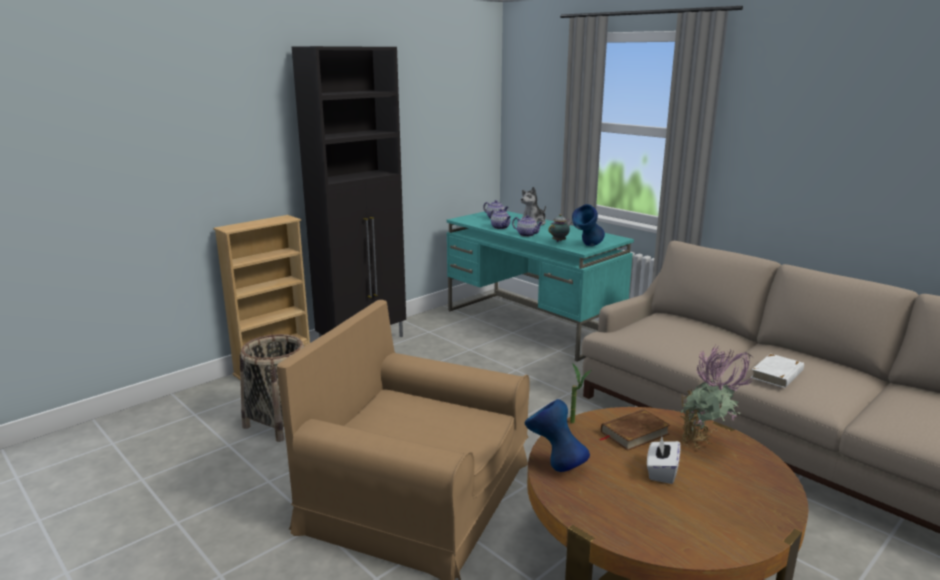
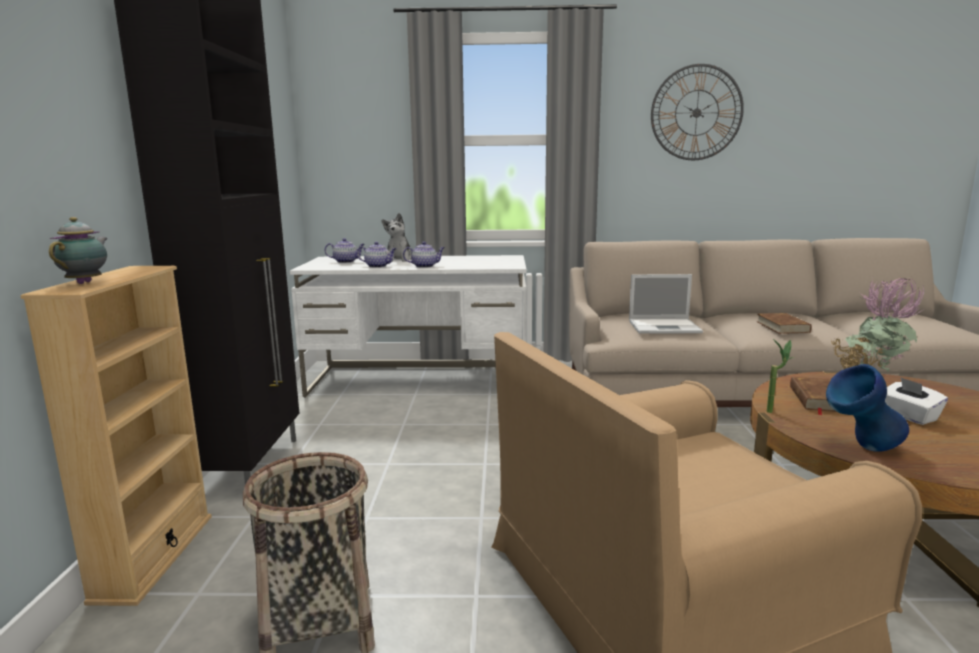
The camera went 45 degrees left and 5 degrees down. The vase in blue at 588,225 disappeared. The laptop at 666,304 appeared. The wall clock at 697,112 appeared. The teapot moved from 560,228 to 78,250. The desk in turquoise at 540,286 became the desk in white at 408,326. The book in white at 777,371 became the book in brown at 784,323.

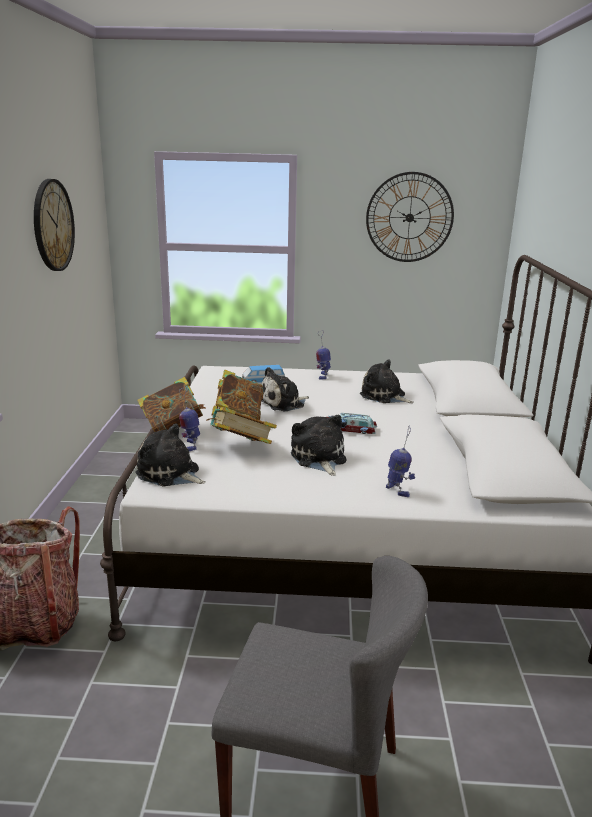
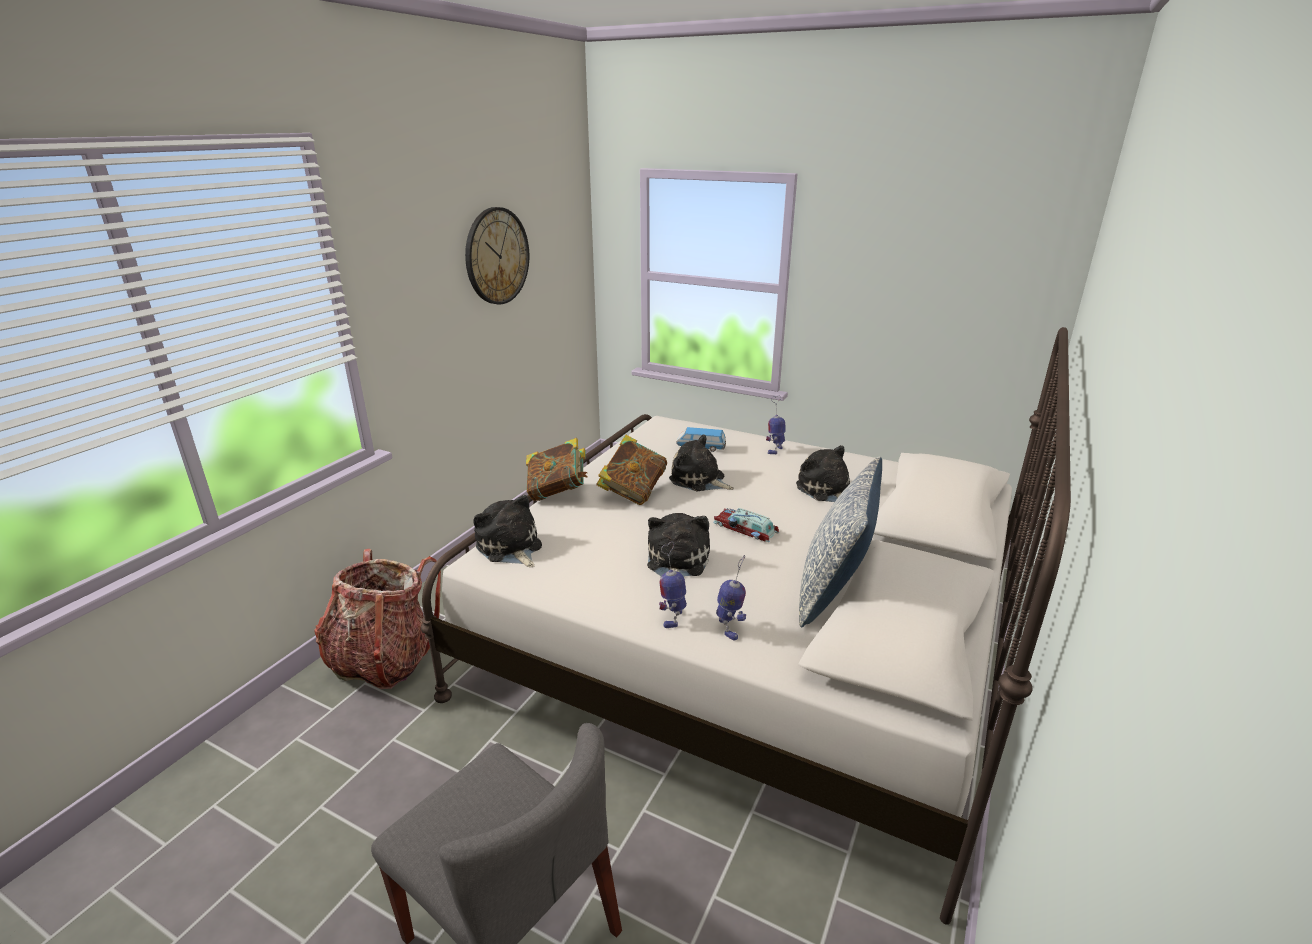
The camera went 25 degrees right and 5 degrees up. The book at 241,425 disappeared. The wall clock at 410,217 disappeared. The pillow at 840,541 appeared. The toy robot moved from 189,418 to 673,585. The plush toy at 285,389 turned 45 degrees clockwise.

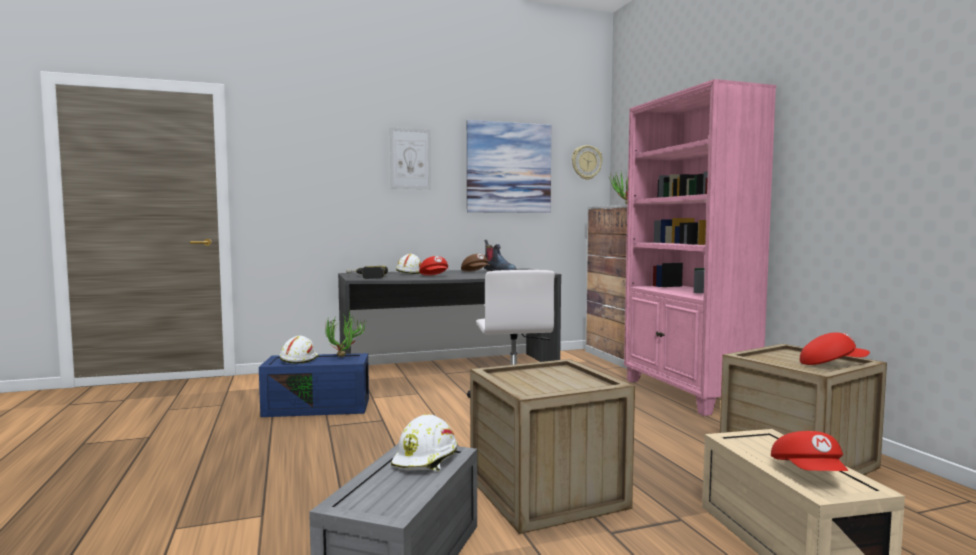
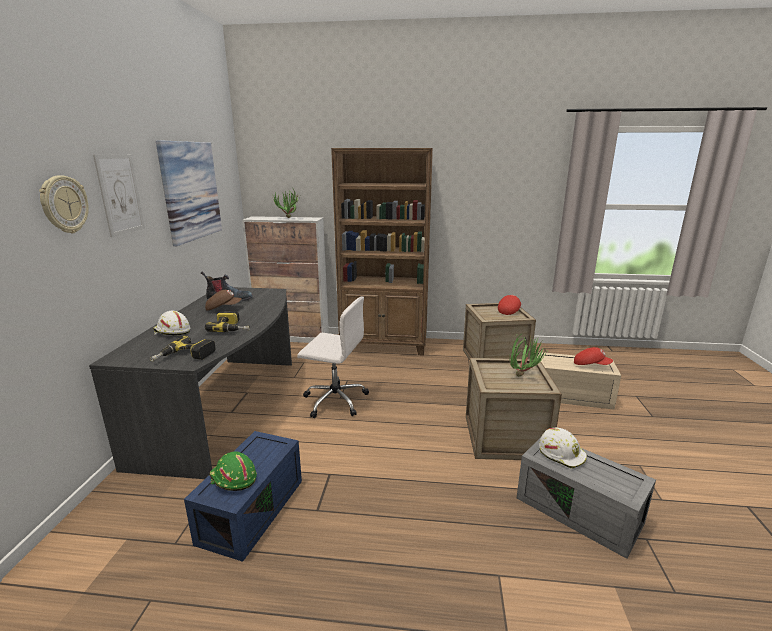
The camera went 65 degrees left and 15 degrees up. The potted plant moved from 345,334 to 528,355. The wall clock moved from 587,162 to 64,204. The cap in red at 434,266 was replaced by the power drill at 227,321. The hard hat in white at 299,350 became the hard hat in green at 233,471. The bookcase in pink at 700,247 became the bookcase in brown at 382,252.

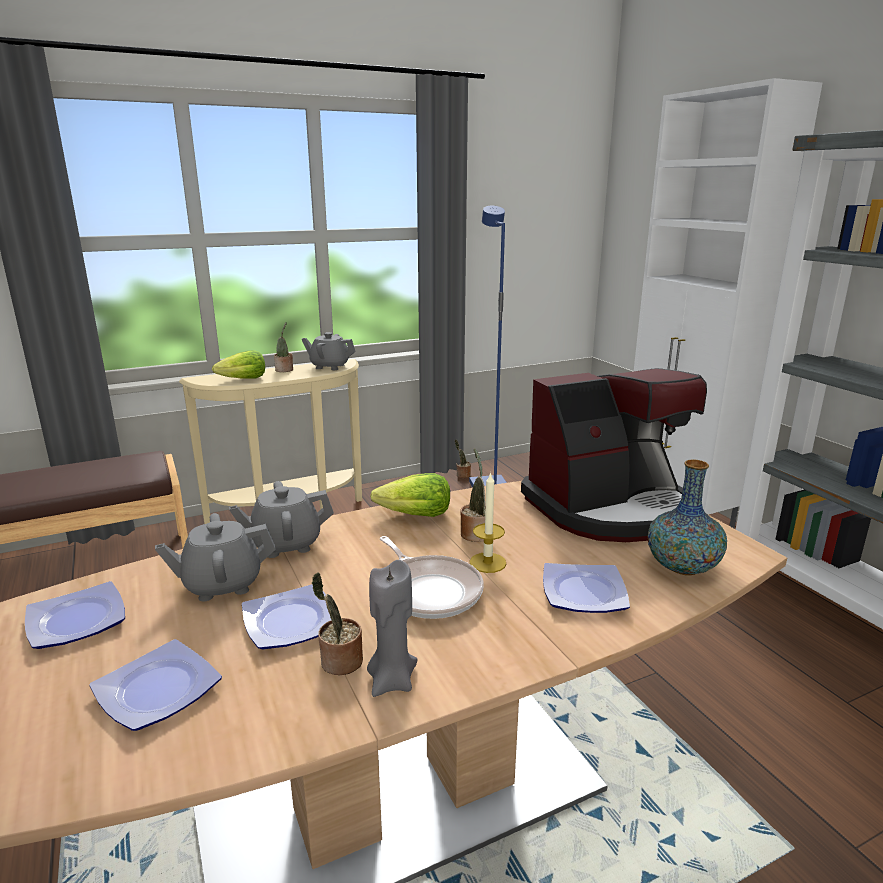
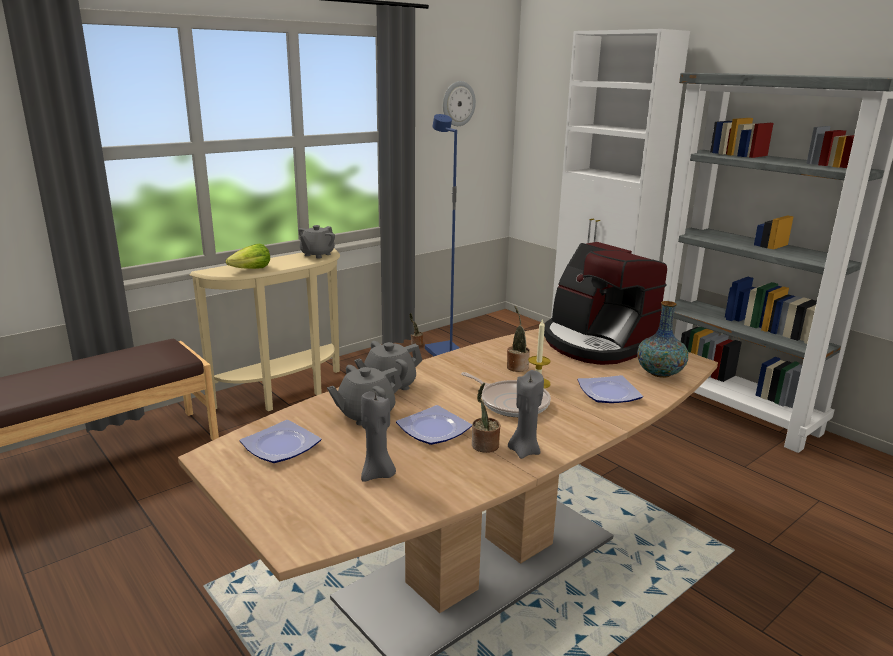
The camera went 15 degrees left and 0 degrees up. The potted plant at 283,347 disappeared. The lettuce at 410,495 disappeared. The wall clock at 459,103 appeared. The plate at 155,685 was replaced by the candle in grey at 378,436. The teapot in grey at 328,351 turned 60 degrees counterclockwise. The coffee machine at 614,455 turned 90 degrees clockwise.

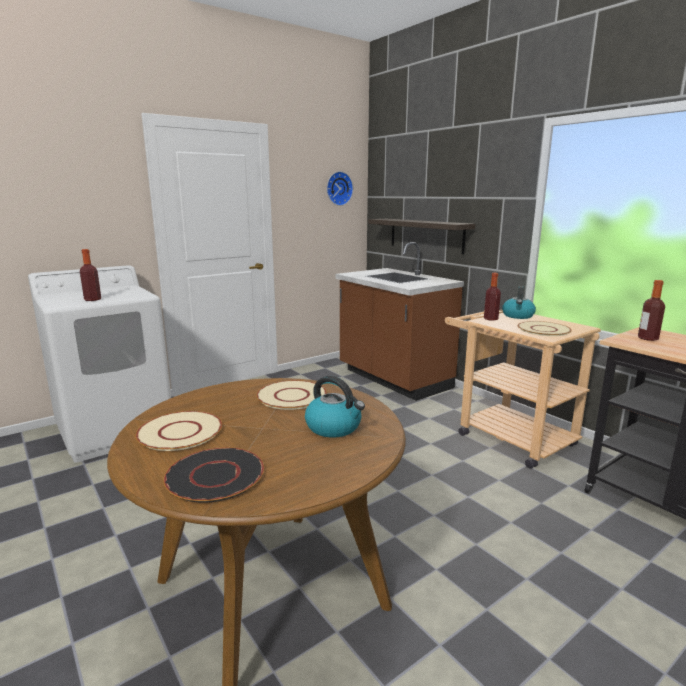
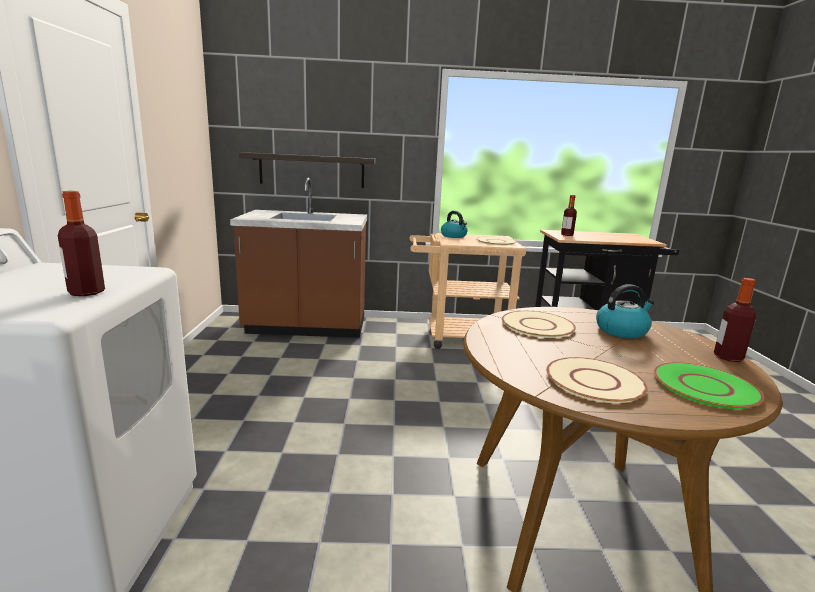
The camera went 55 degrees left and 0 degrees up. The wall clock at 340,188 disappeared. The bottle moved from 492,297 to 735,320. The plate in black at 214,475 became the plate in green at 709,385.

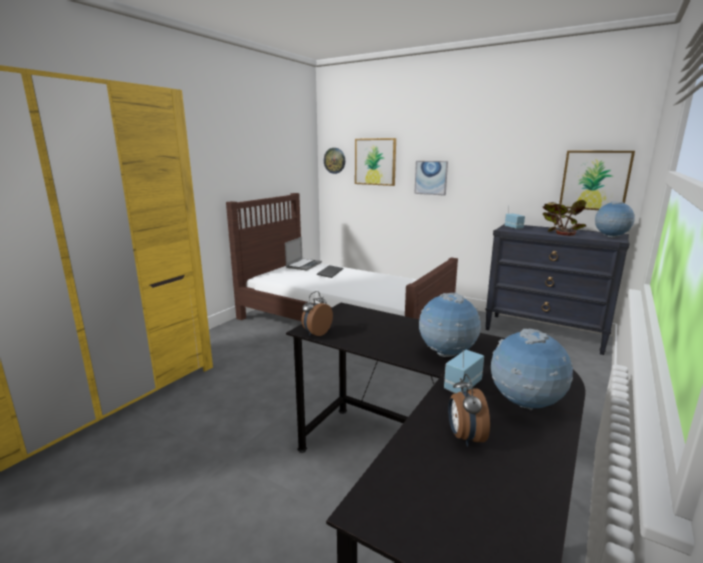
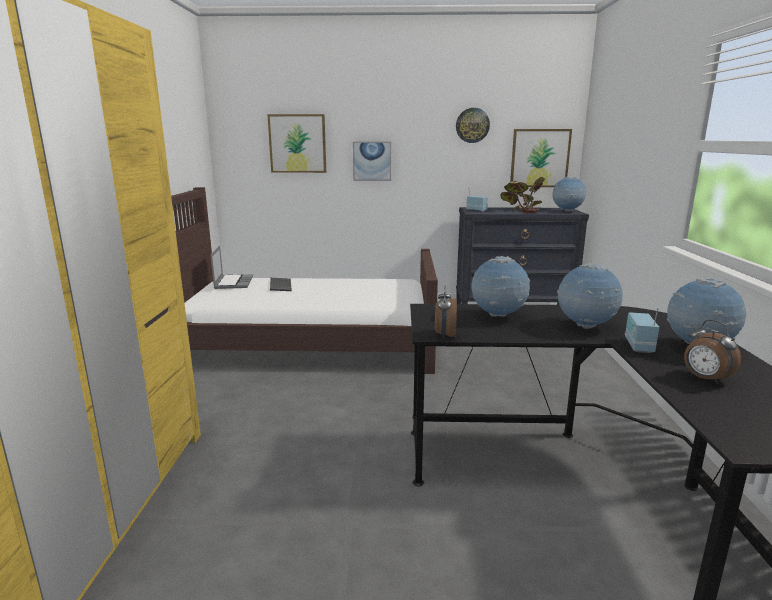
The camera went 30 degrees left and 0 degrees up. The globe at 500,286 appeared. The wall clock moved from 334,161 to 473,125.

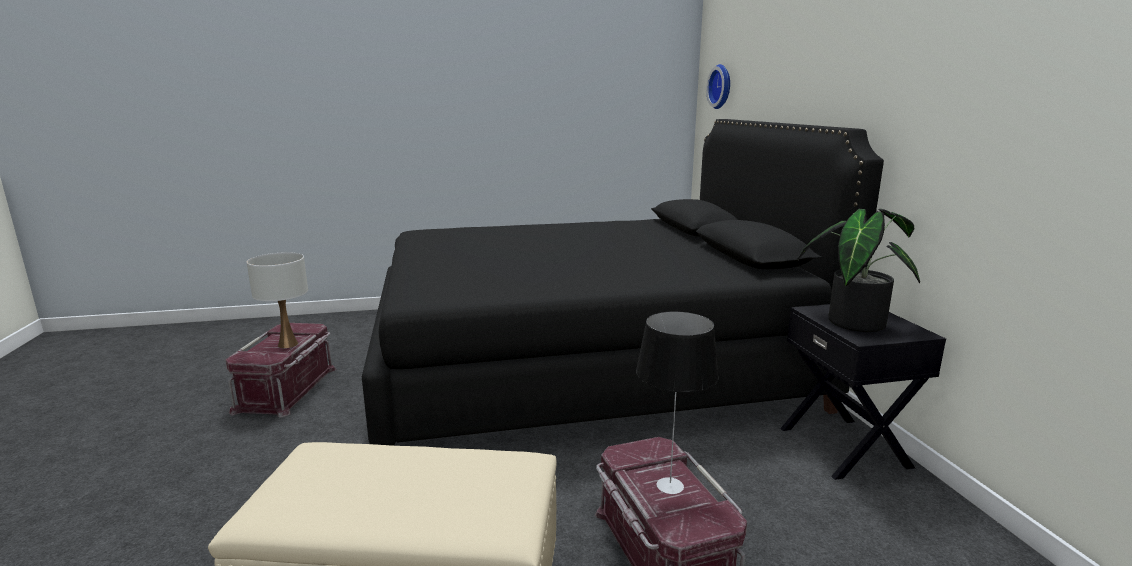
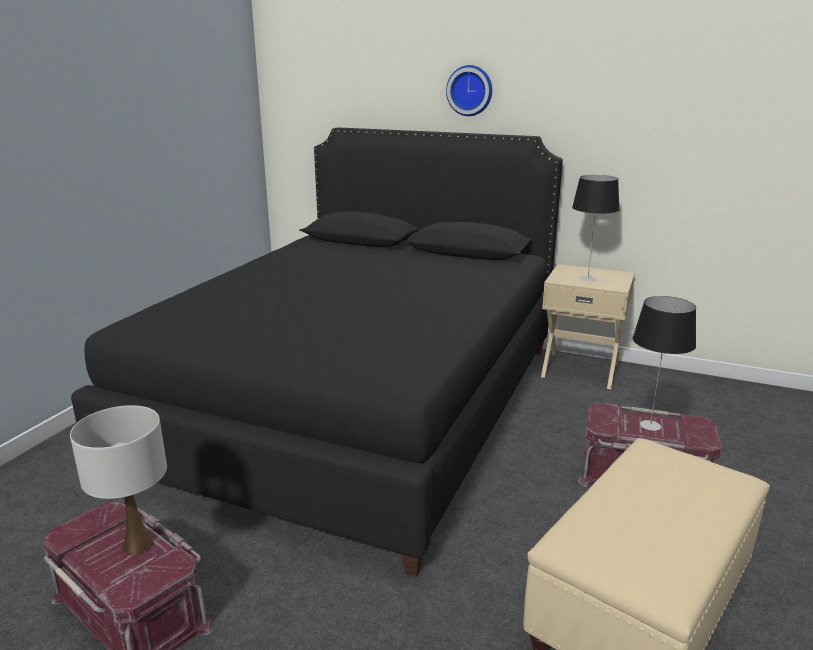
The camera went 55 degrees left and 5 degrees up. The wall clock moved from 718,86 to 469,90. The potted plant at 858,270 was replaced by the table lamp at 595,228. The nightstand in black at 863,392 became the nightstand in beige at 588,326.

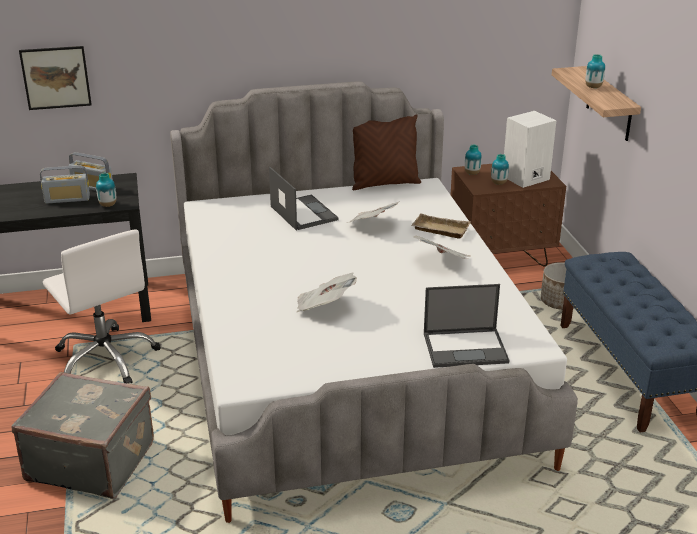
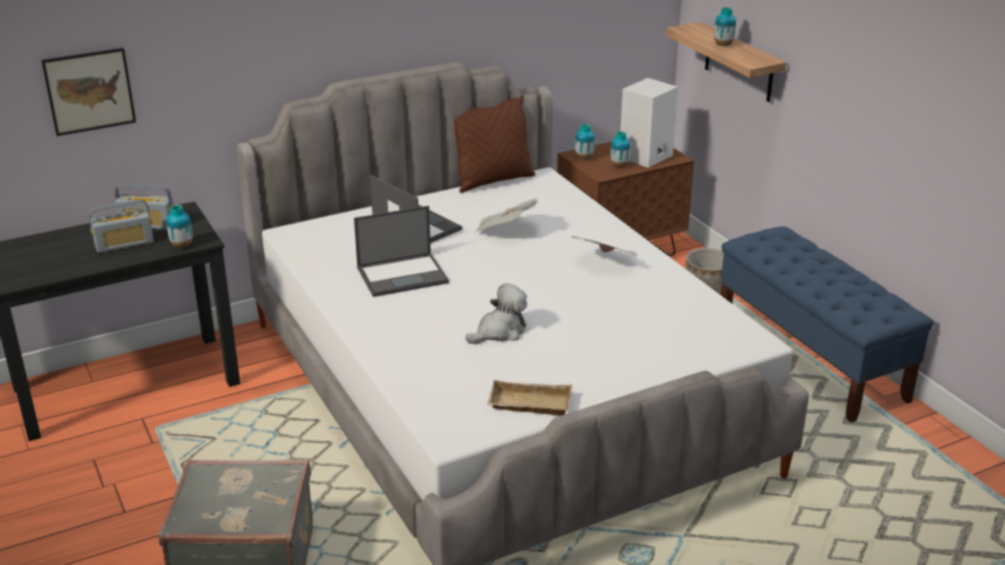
The camera went 15 degrees left and 0 degrees up. The office chair in white at 102,306 disappeared. The tray in beige moved from 441,226 to 529,398. The laptop moved from 467,326 to 401,251. The newspaper at 327,292 was replaced by the plush toy at 496,313.

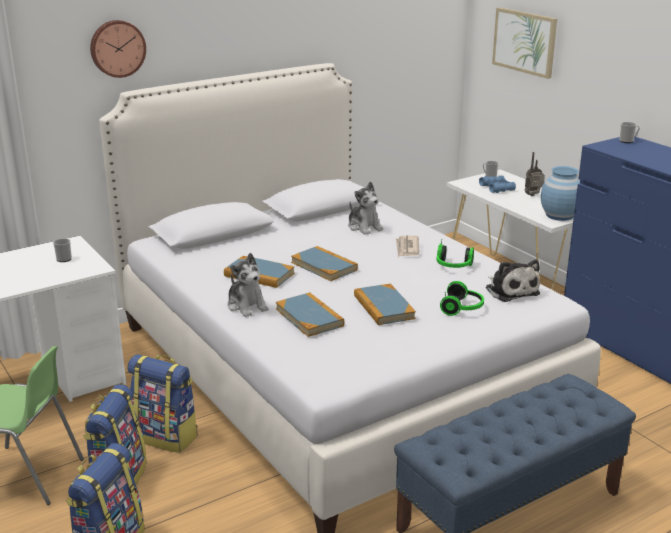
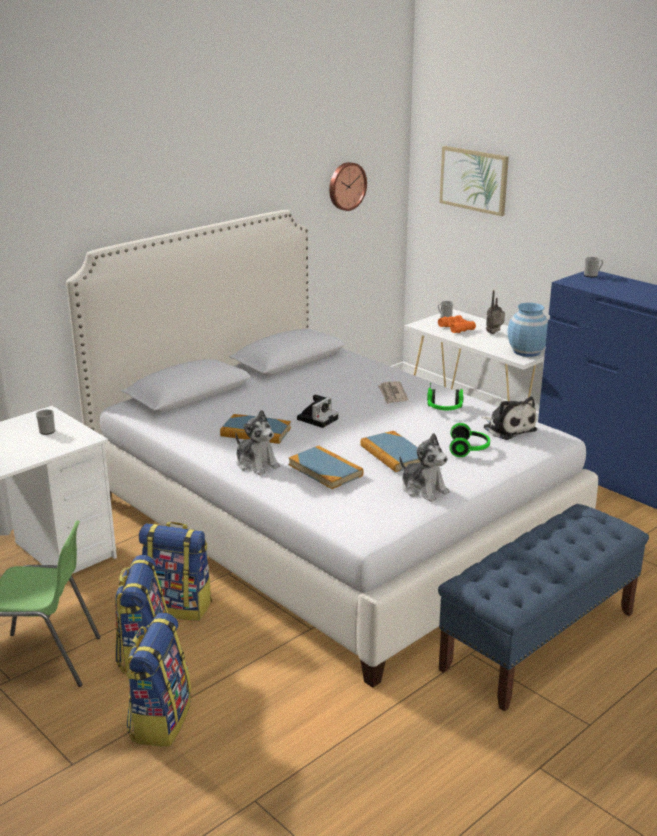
The camera went 10 degrees left and 0 degrees up. The wall clock moved from 118,49 to 348,186. The plush toy moved from 365,208 to 424,467. The book at 324,263 was replaced by the photo camera at 317,411. The binoculars in blue at 497,184 became the binoculars in orange at 457,324.

